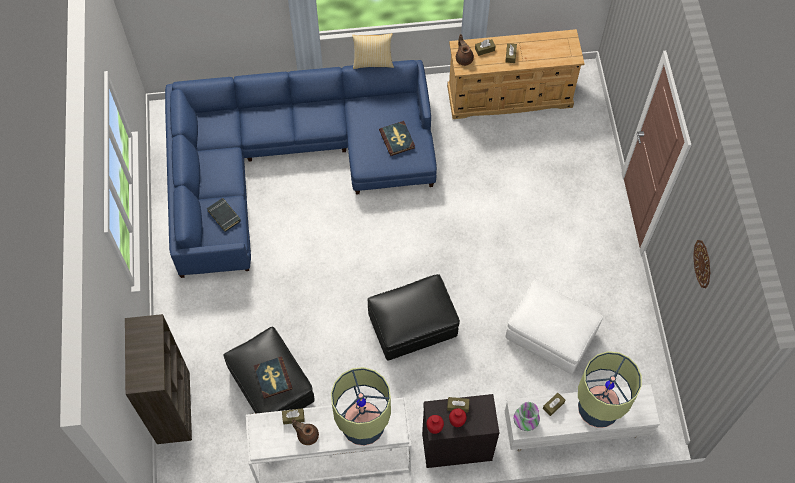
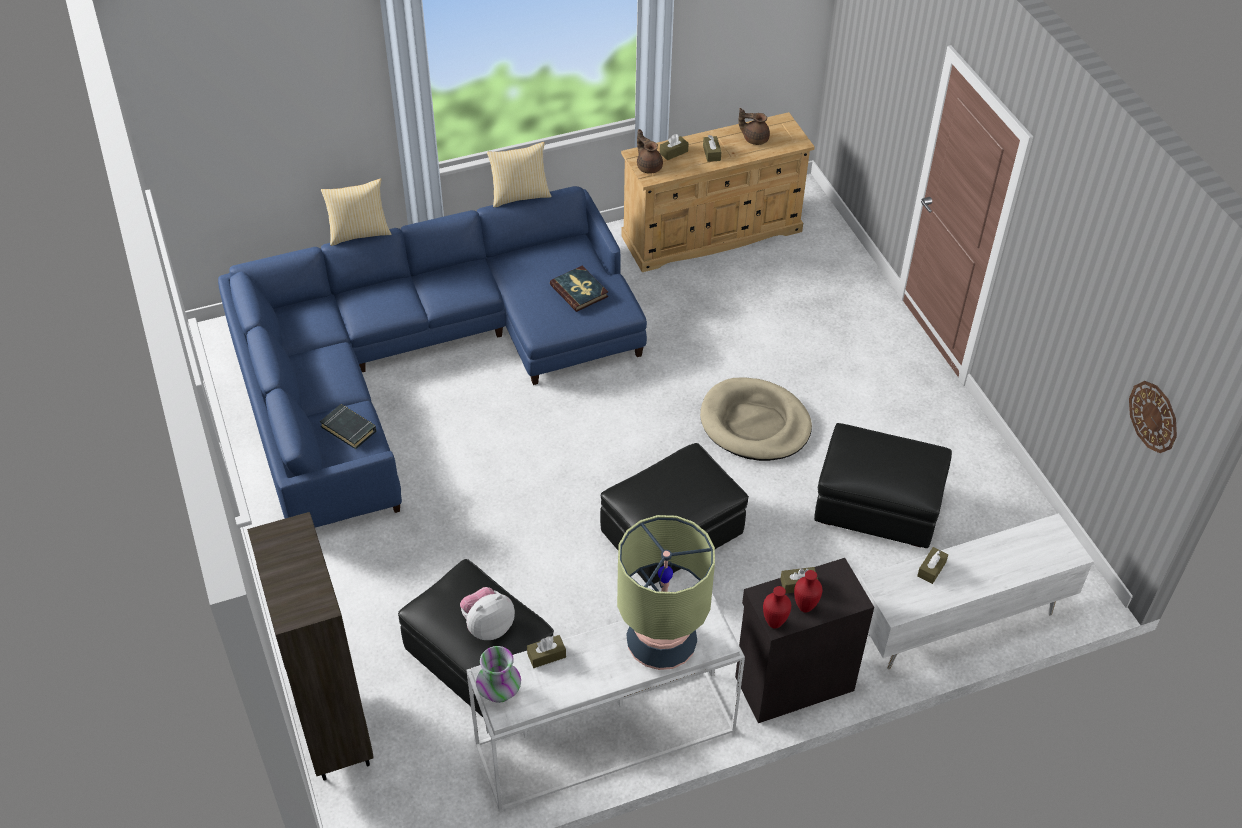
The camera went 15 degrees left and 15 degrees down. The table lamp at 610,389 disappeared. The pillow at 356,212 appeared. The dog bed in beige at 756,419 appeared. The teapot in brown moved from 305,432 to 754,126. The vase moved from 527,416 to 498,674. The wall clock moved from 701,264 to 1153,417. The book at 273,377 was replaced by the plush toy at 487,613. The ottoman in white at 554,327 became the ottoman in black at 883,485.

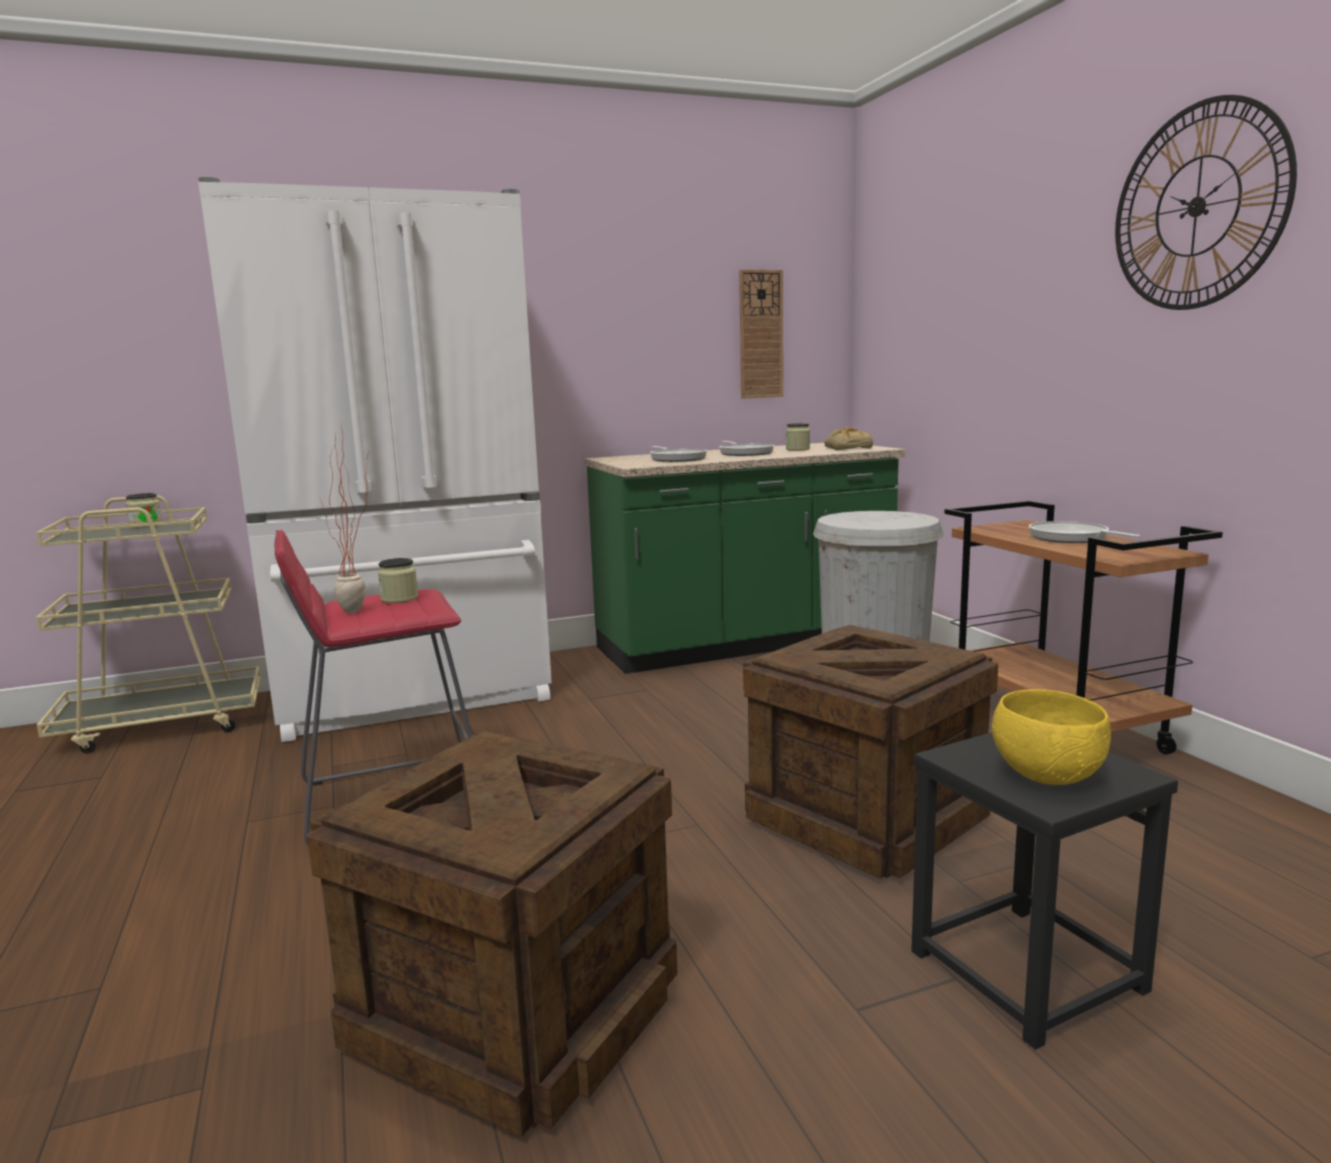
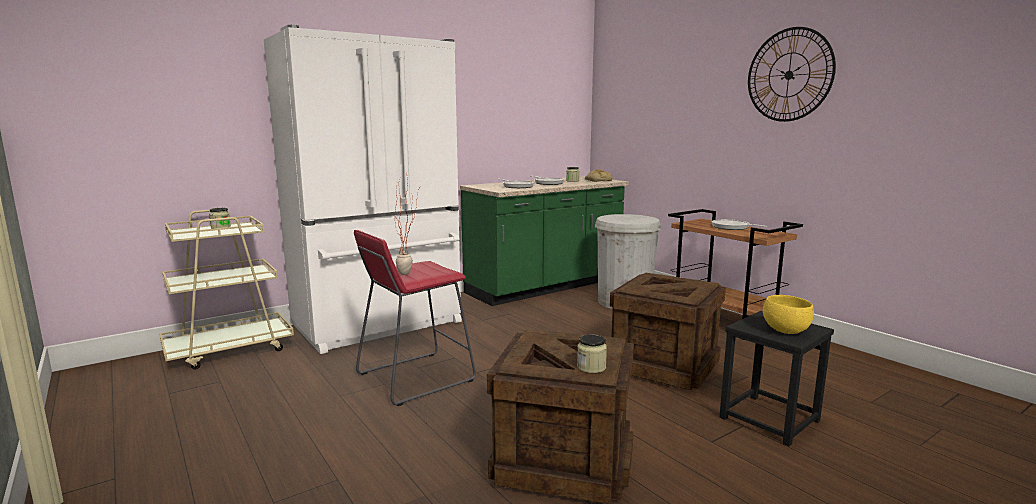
The camera went 15 degrees left and 0 degrees up. The wall clock at 761,334 disappeared. The jar moved from 398,580 to 592,353.

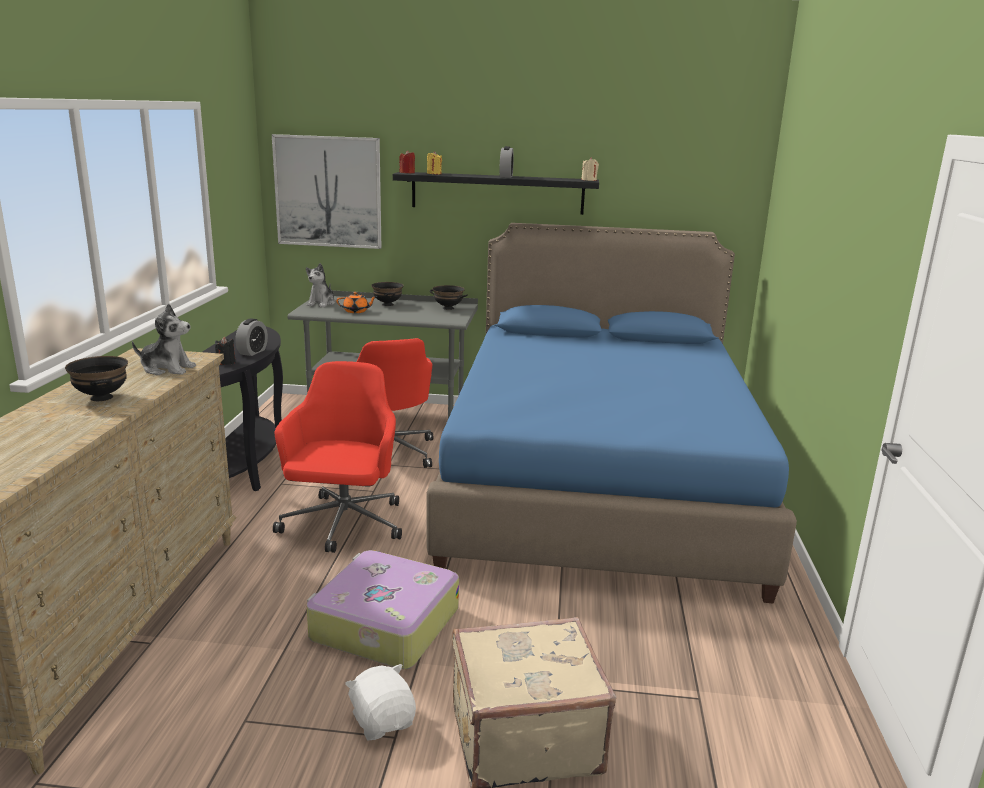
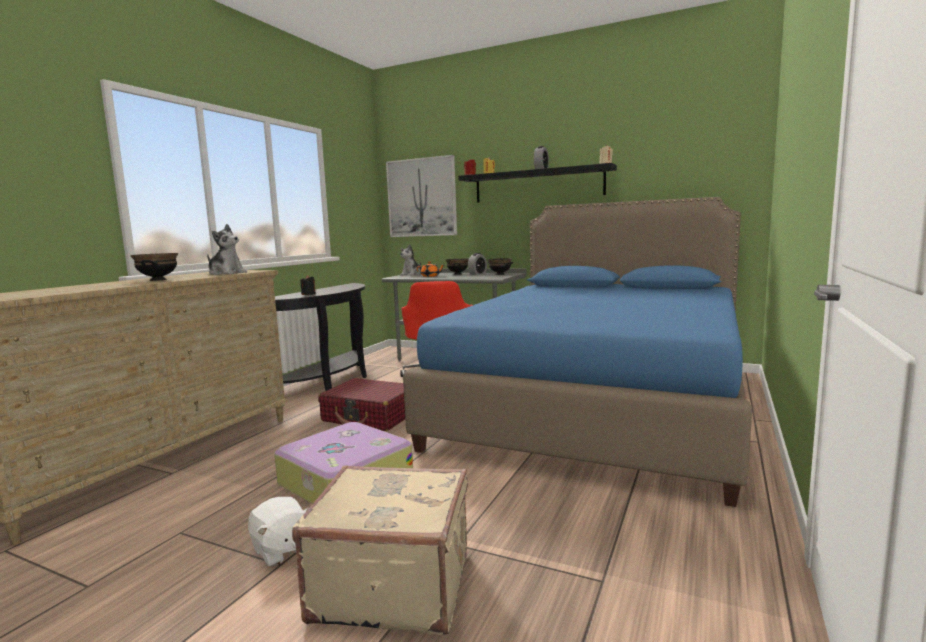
The camera went 20 degrees right and 10 degrees down. The alarm clock moved from 251,337 to 477,264. The office chair in red at 337,457 was replaced by the suitcase in red at 361,404. The plush toy in white at 380,702 turned 150 degrees clockwise.

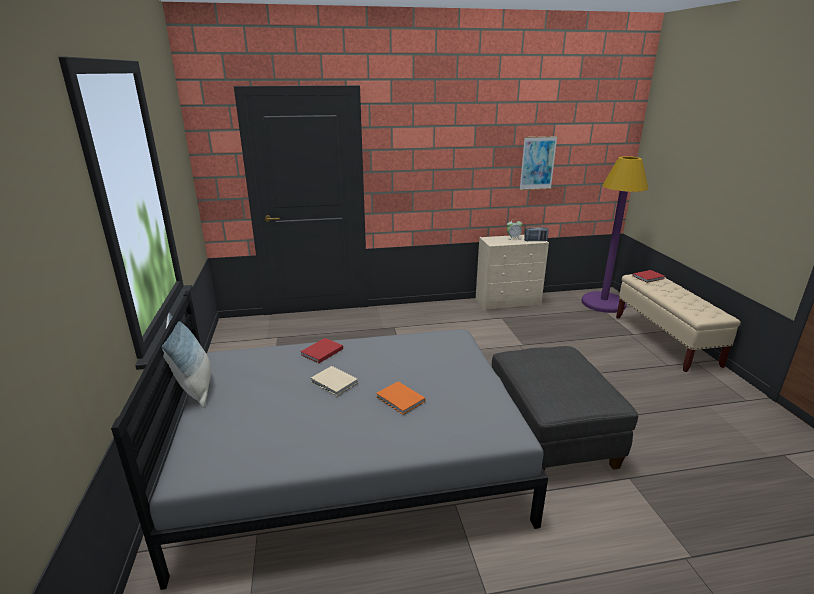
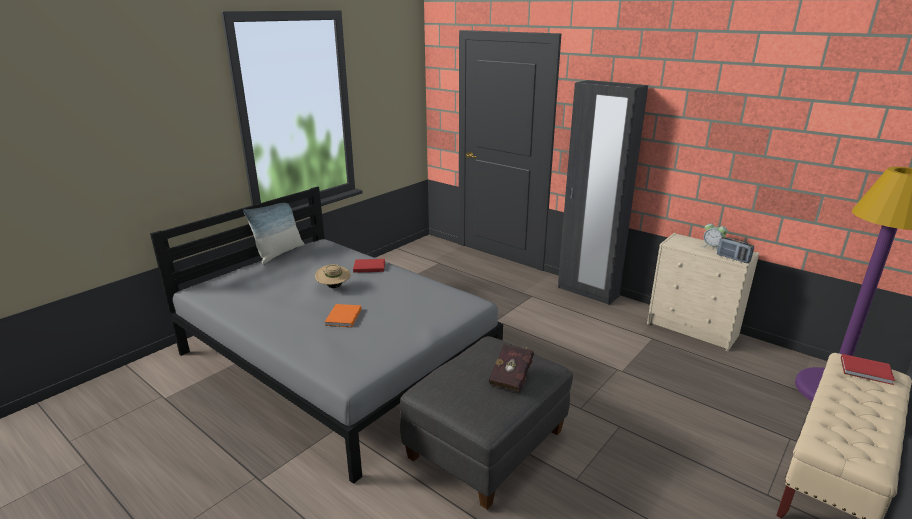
The camera went 50 degrees right and 0 degrees up. The picture at 538,163 disappeared. The book in red at 511,368 appeared. The wardrobe in black at 603,192 appeared. The book in beige at 334,381 was replaced by the hat in beige at 333,276.

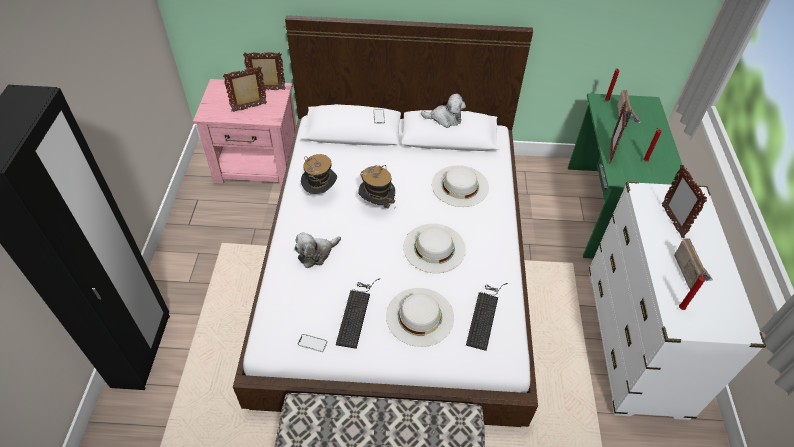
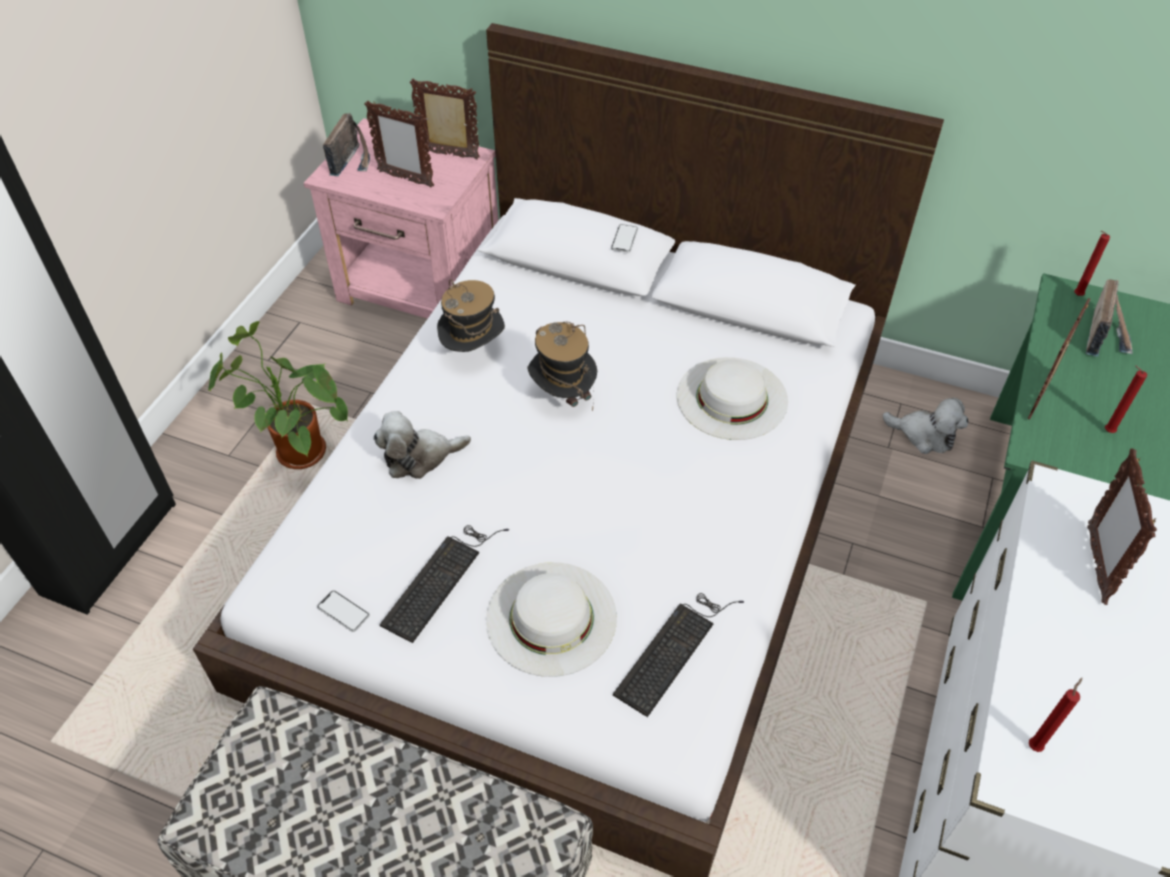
The camera went 20 degrees right and 0 degrees up. The hat in white at 434,248 disappeared. The potted plant at 278,395 appeared. The plush toy moved from 443,110 to 925,426. The radio moved from 693,264 to 346,144. The picture frame at 245,89 turned 150 degrees counterclockwise.

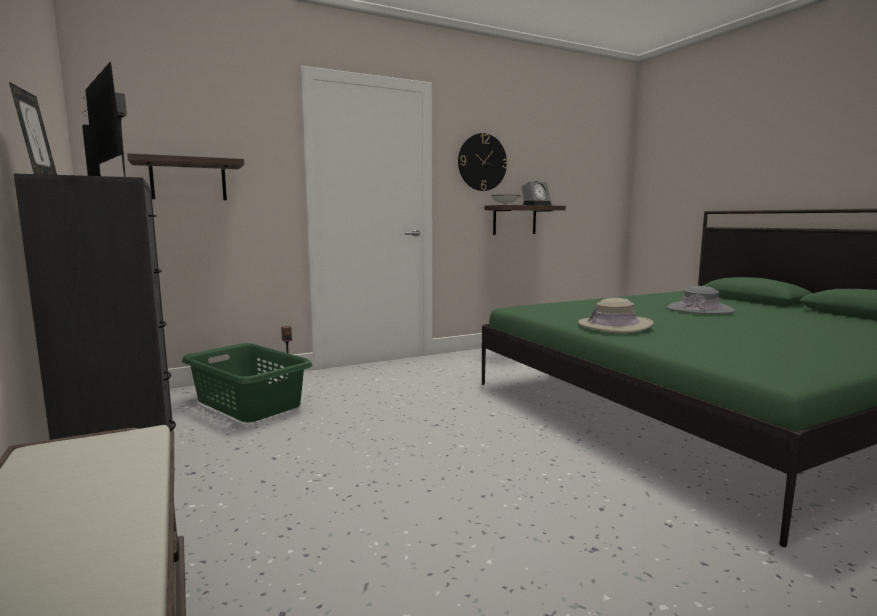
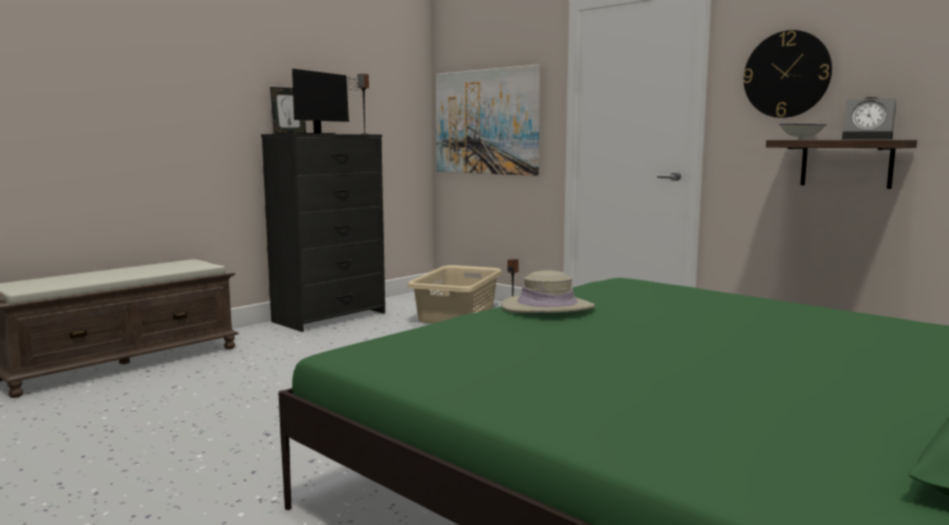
The camera went 70 degrees right and 0 degrees up. The hat in grey at 701,300 disappeared. The shelf at 185,176 was replaced by the picture at 488,120. The laundry basket in green at 247,383 became the laundry basket in beige at 454,294.

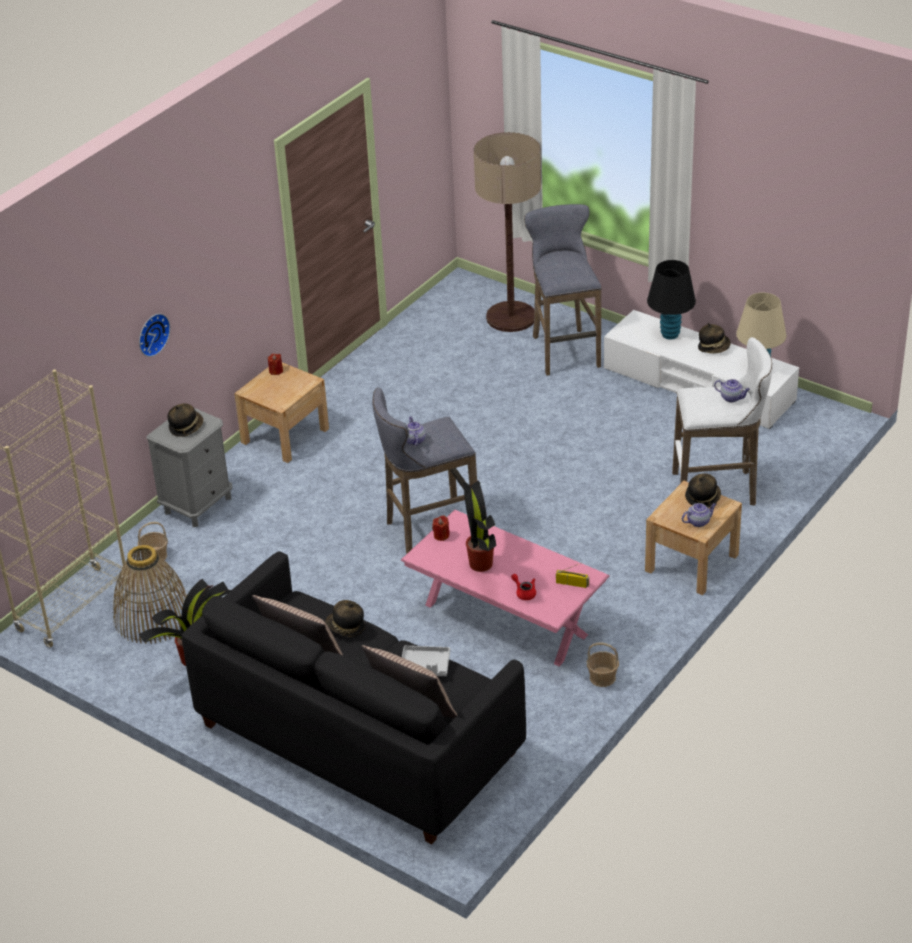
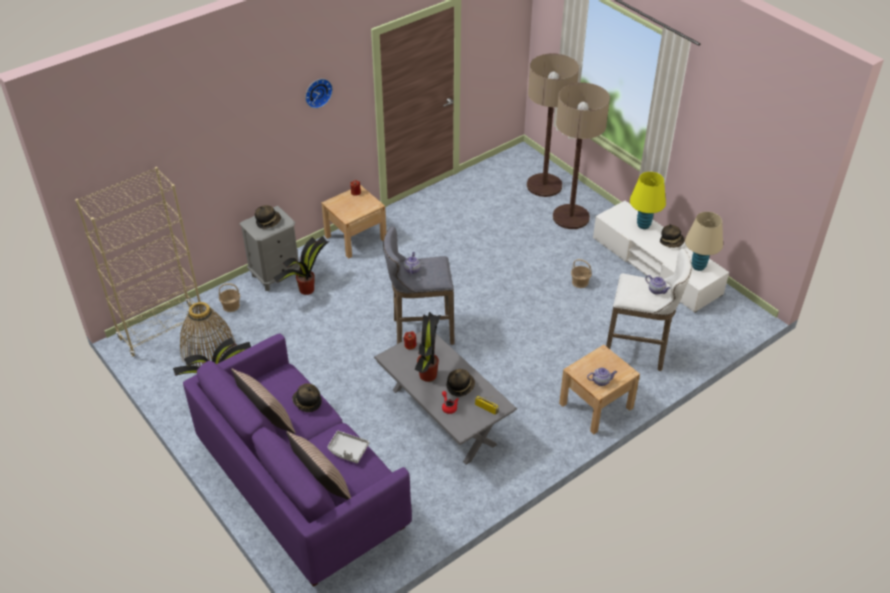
The camera went 15 degrees right and 5 degrees up. The potted plant at 301,265 appeared. The wall clock moved from 154,335 to 319,93. The basket moved from 603,665 to 581,273. The hat moved from 703,490 to 461,383. The stool in grey at 563,290 was replaced by the floor lamp at 581,156. The sofa in black at 353,697 became the sofa in purple at 297,460. The coffee table in pink at 505,588 became the coffee table in grey at 445,398. The table lamp in black at 671,300 became the table lamp in yellow at 648,200.

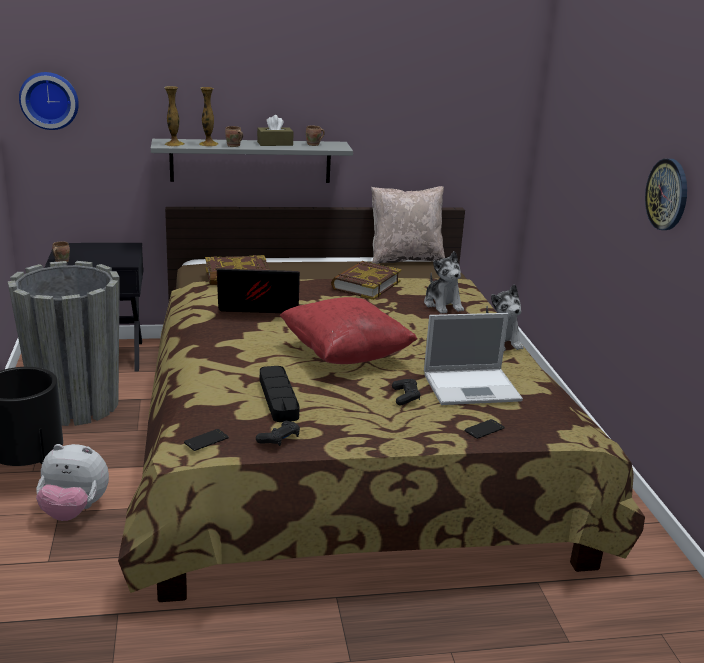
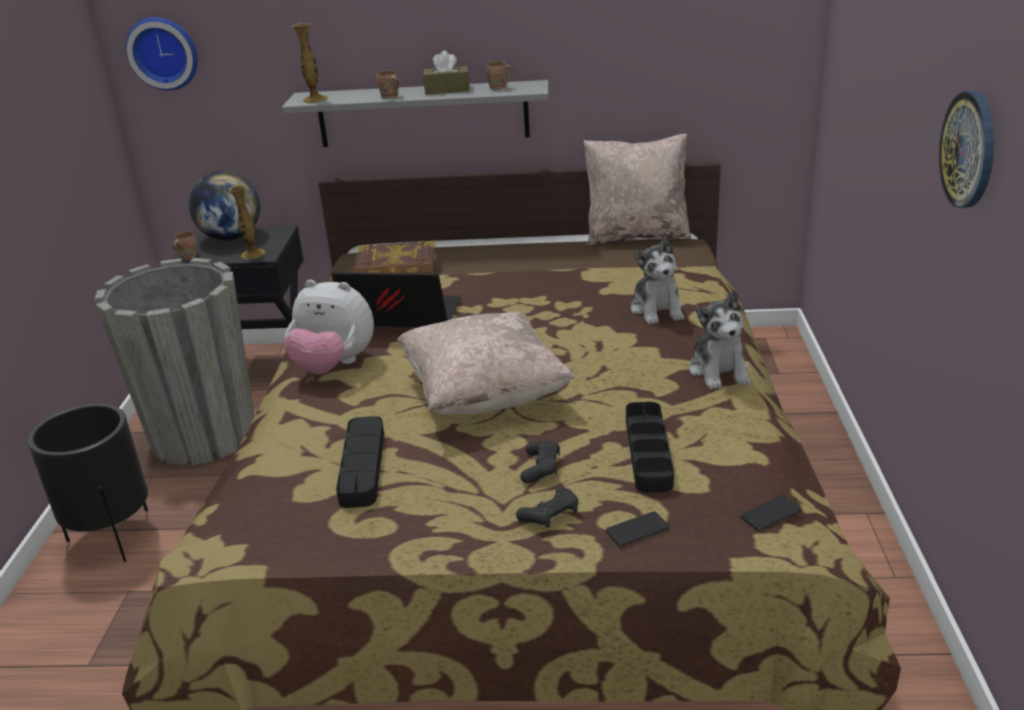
The camera went 15 degrees right and 5 degrees up. The book at 366,280 disappeared. The globe at 224,206 appeared. The plush toy moved from 72,482 to 329,327. The phone moved from 206,440 to 771,513. The vase moved from 208,117 to 247,222. The game controller in black moved from 278,433 to 547,507. The laptop at 473,359 was replaced by the tray in black at 650,447. The pillow in red at 349,330 became the pillow in beige at 486,363.

